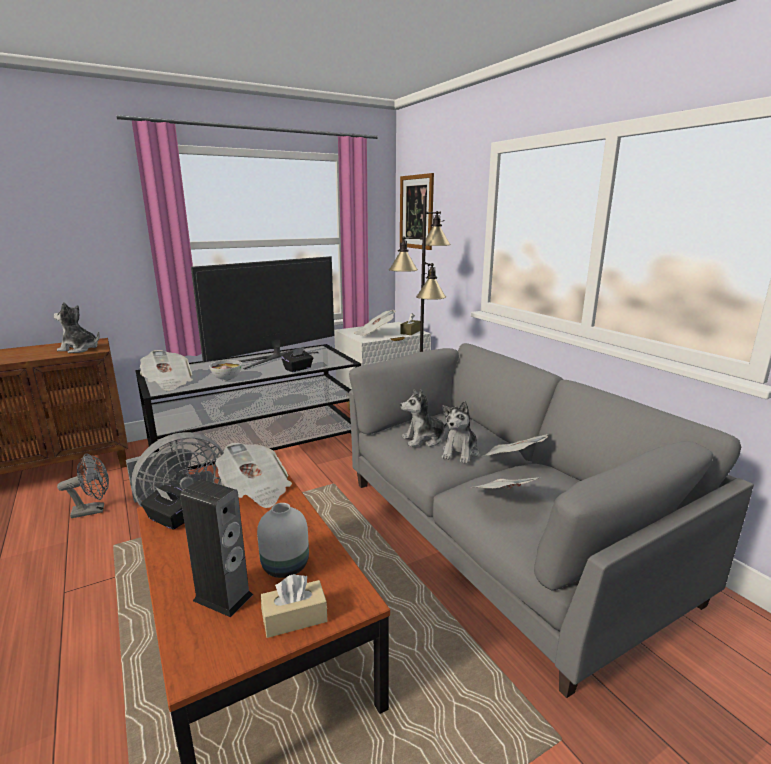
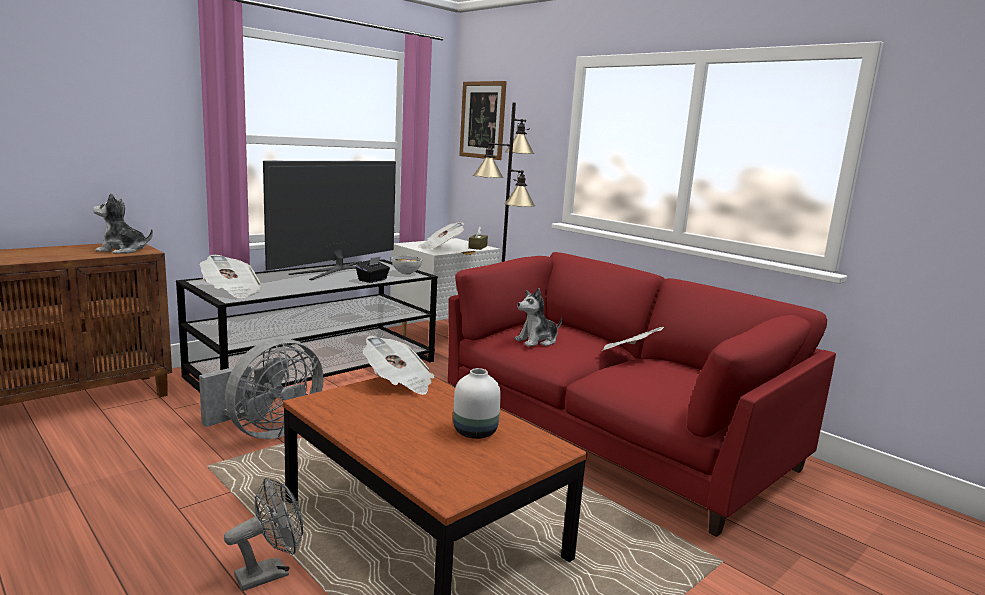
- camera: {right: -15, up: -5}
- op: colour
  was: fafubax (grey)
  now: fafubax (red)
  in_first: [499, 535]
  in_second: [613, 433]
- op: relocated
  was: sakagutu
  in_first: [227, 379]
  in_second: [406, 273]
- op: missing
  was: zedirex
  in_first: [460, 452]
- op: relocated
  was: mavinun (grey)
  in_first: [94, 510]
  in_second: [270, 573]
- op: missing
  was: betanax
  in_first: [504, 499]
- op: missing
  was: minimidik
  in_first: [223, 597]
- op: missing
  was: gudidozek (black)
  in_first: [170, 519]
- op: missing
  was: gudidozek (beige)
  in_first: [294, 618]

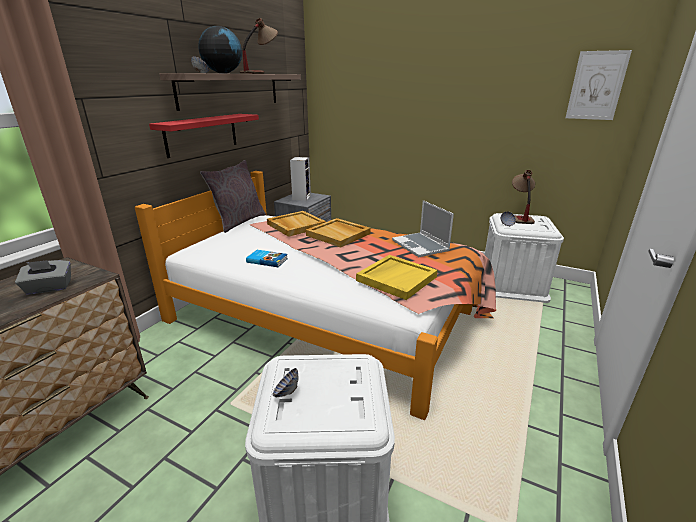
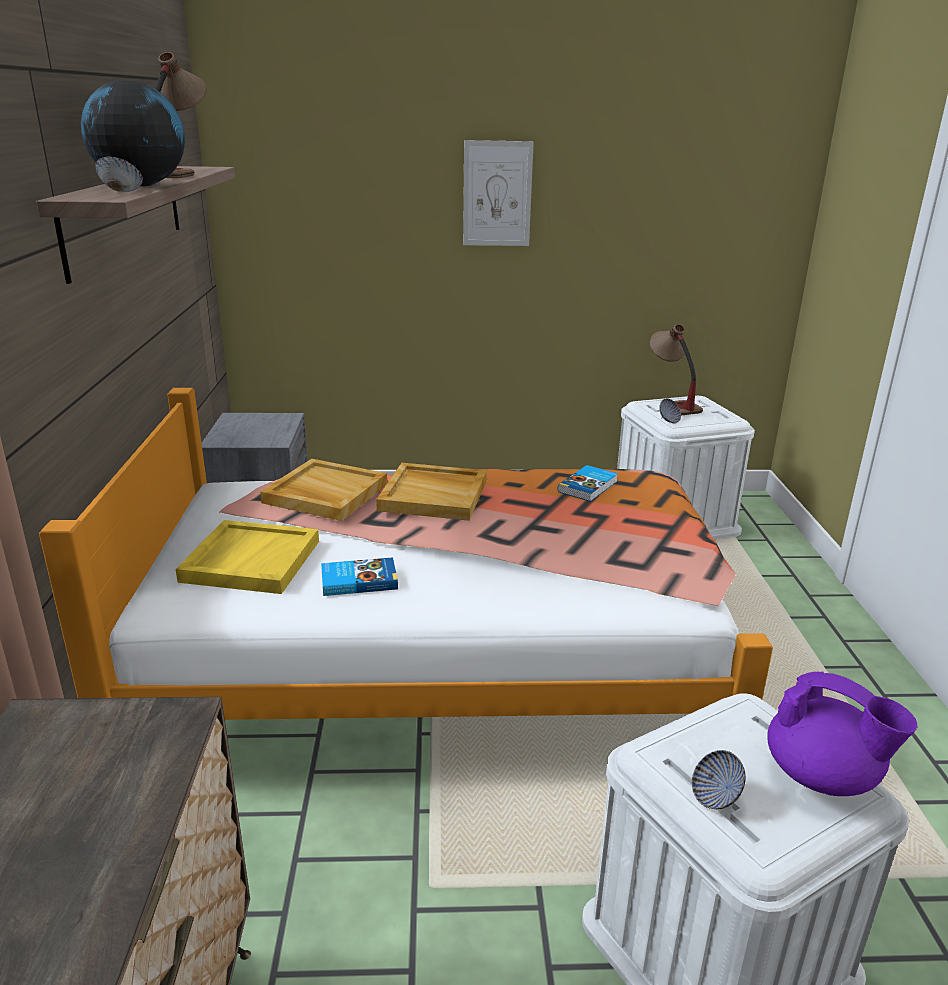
- camera: {right: -30, up: 0}
- op: relocated
  was: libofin
  in_first: [596, 86]
  in_second: [497, 194]
- op: missing
  was: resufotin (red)
  in_first: [202, 134]
- op: missing
  was: minimidik
  in_first: [301, 197]
- op: missing
  was: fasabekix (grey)
  in_first: [238, 221]
- op: exchanged
  was: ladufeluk
  now: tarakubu
  in_first: [421, 246]
  in_second: [589, 486]
- op: relocated
  was: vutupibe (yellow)
  in_first: [396, 278]
  in_second: [251, 560]
- op: missing
  was: gudidozek (grey)
  in_first: [49, 288]
- op: appeared
  now: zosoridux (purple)
  in_second: [822, 776]

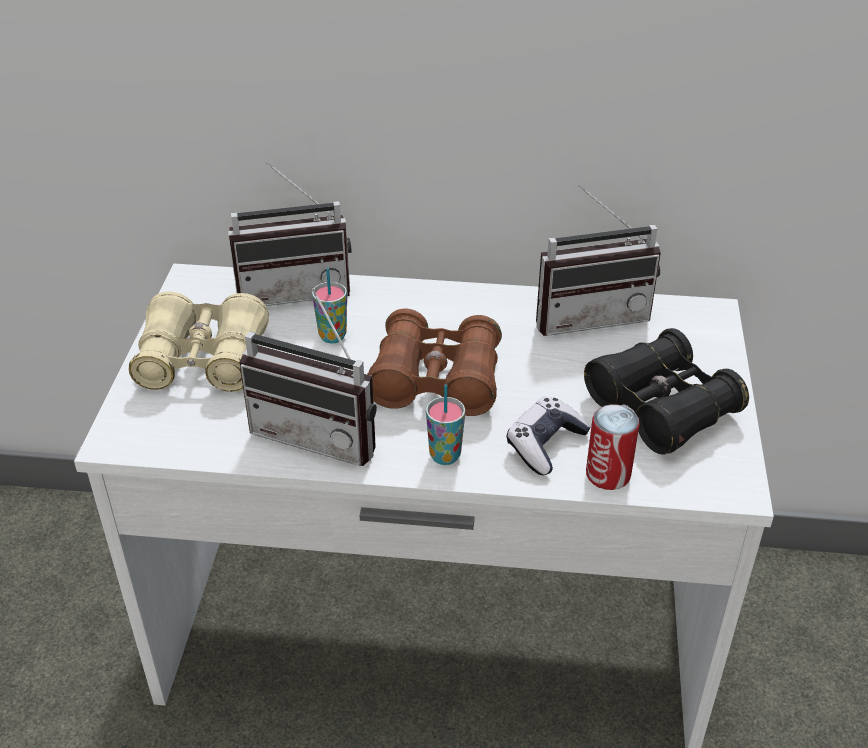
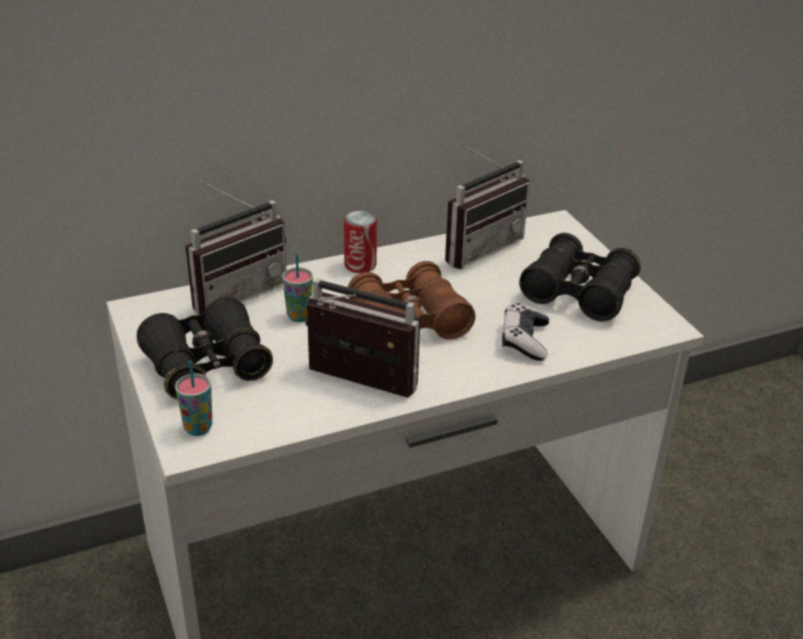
- camera: {right: -30, up: -5}
- op: spun
  was: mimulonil
  in_first: [321, 433]
  in_second: [355, 386]
  clockwise: -150
- op: colour
  was: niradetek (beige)
  now: niradetek (black)
  in_first: [203, 360]
  in_second: [207, 366]
- op: relocated
  was: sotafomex
  in_first: [445, 456]
  in_second: [198, 428]
- op: relocated
  was: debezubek
  in_first: [608, 474]
  in_second: [360, 265]

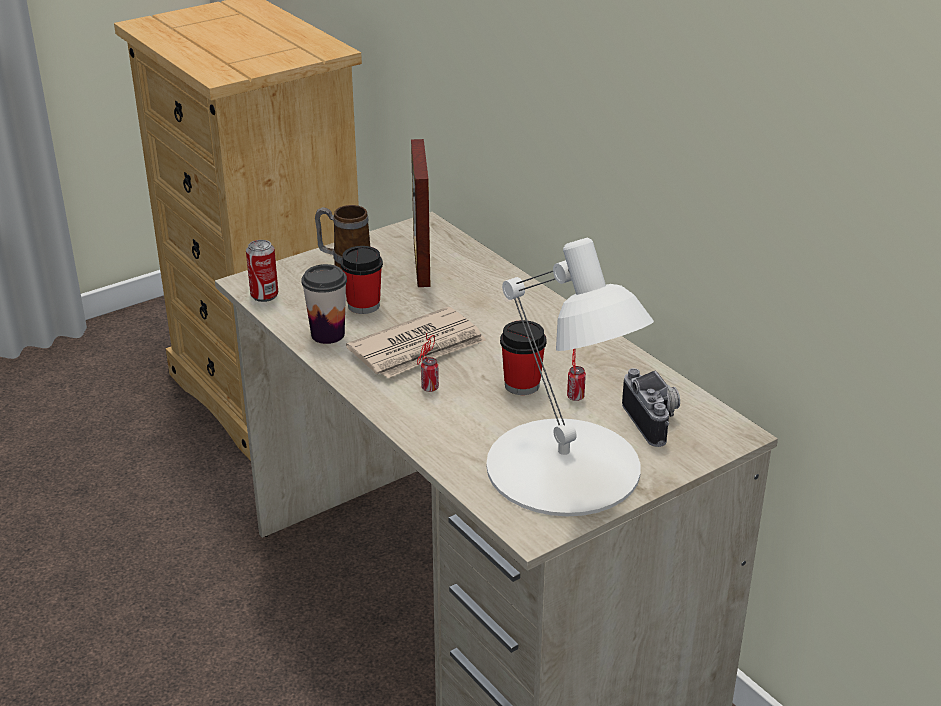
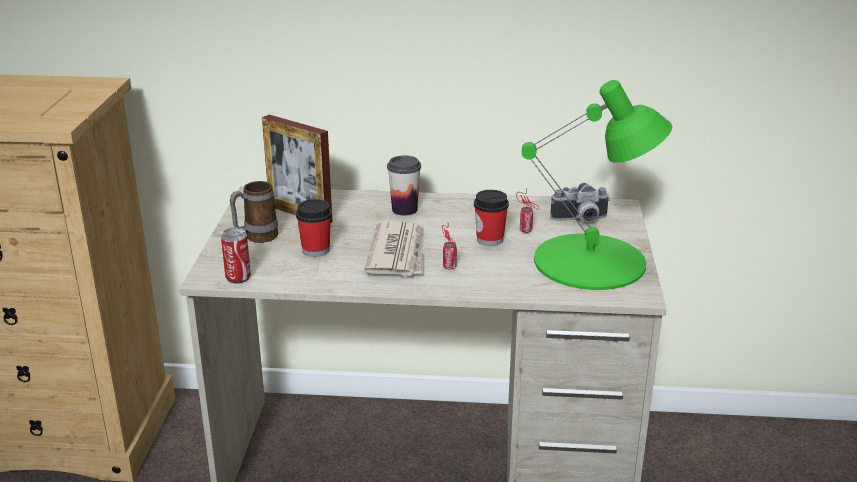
- camera: {right: -50, up: -5}
- op: colour
  was: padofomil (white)
  now: padofomil (green)
  in_first: [563, 468]
  in_second: [591, 262]
- op: relocated
  was: sotafomex
  in_first: [328, 334]
  in_second: [404, 210]
- op: spun
  was: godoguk
  in_first: [655, 421]
  in_second: [580, 220]
  clockwise: 150

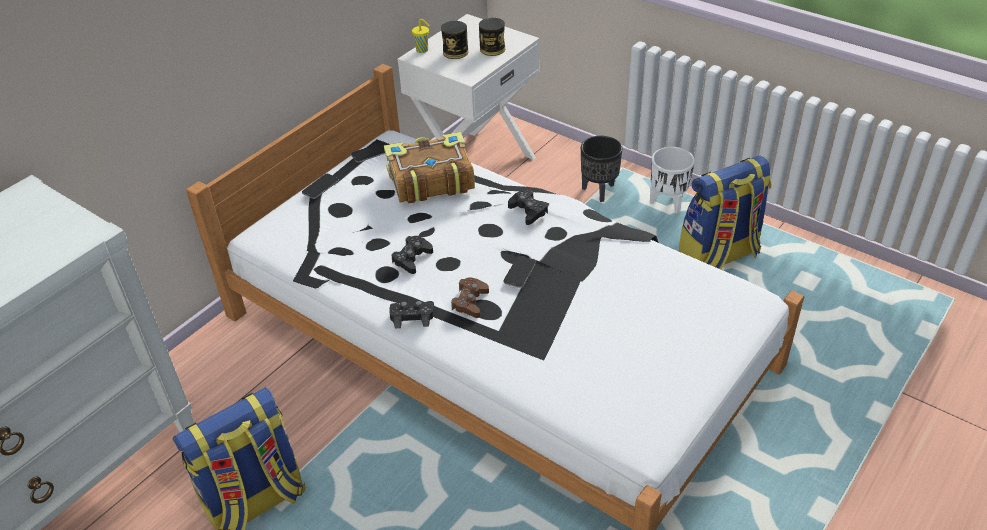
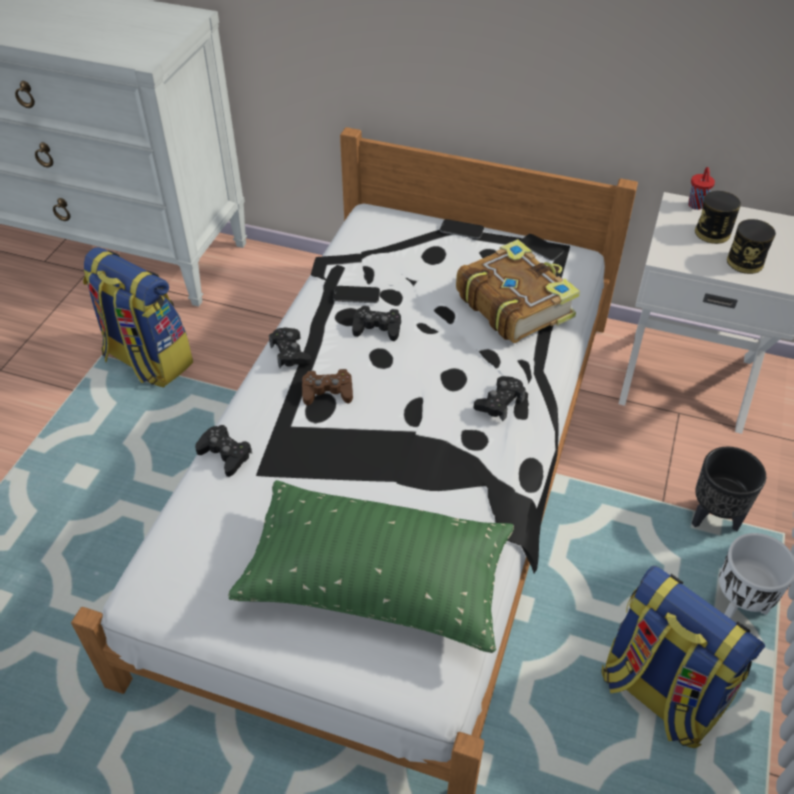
- camera: {right: 70, up: 5}
- op: colour
  was: sotafomex (yellow)
  now: sotafomex (red)
  in_first: [423, 50]
  in_second: [696, 206]
- op: relocated
  was: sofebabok
  in_first: [519, 272]
  in_second: [356, 295]
- op: appeared
  now: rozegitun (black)
  in_second: [225, 454]
- op: appeared
  now: fasabekix (green)
  in_second: [376, 581]

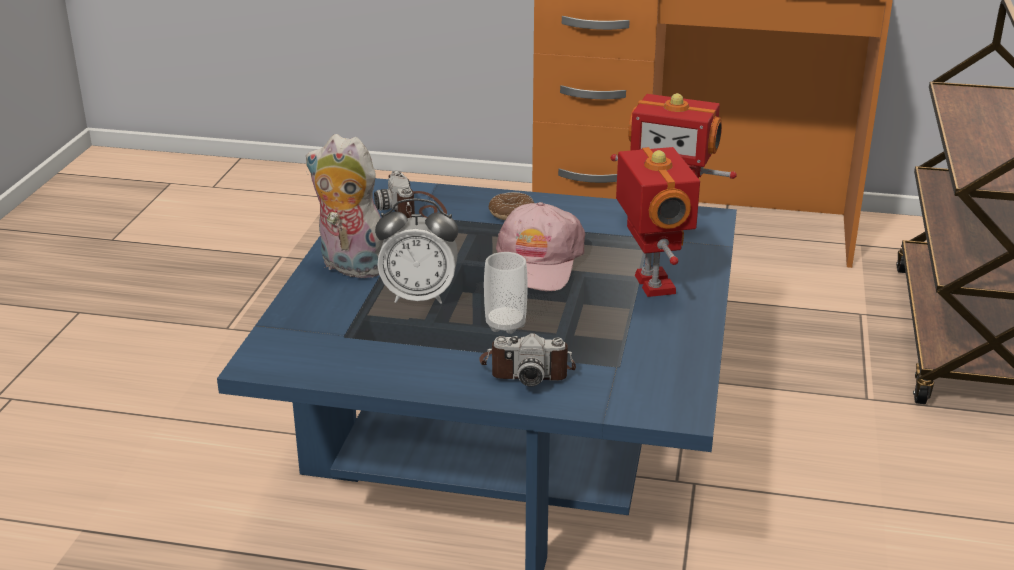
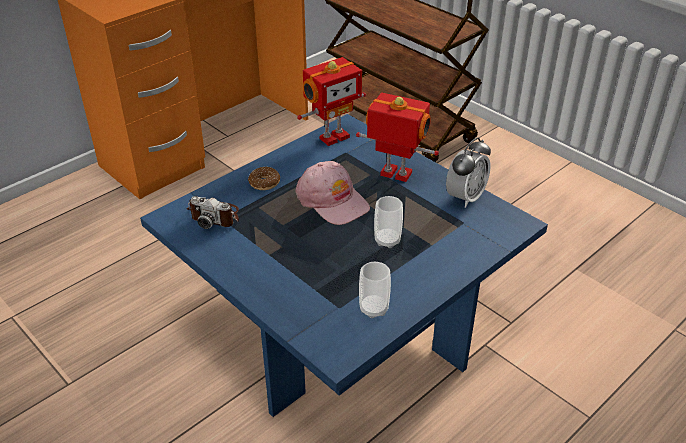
- camera: {right: -55, up: 10}
- op: missing
  was: zedirex
  in_first: [349, 267]
- op: relocated
  was: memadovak
  in_first: [419, 296]
  in_second: [465, 197]
- op: missing
  was: godoguk
  in_first: [527, 369]
- op: appeared
  now: sotafomex
  in_second: [373, 309]

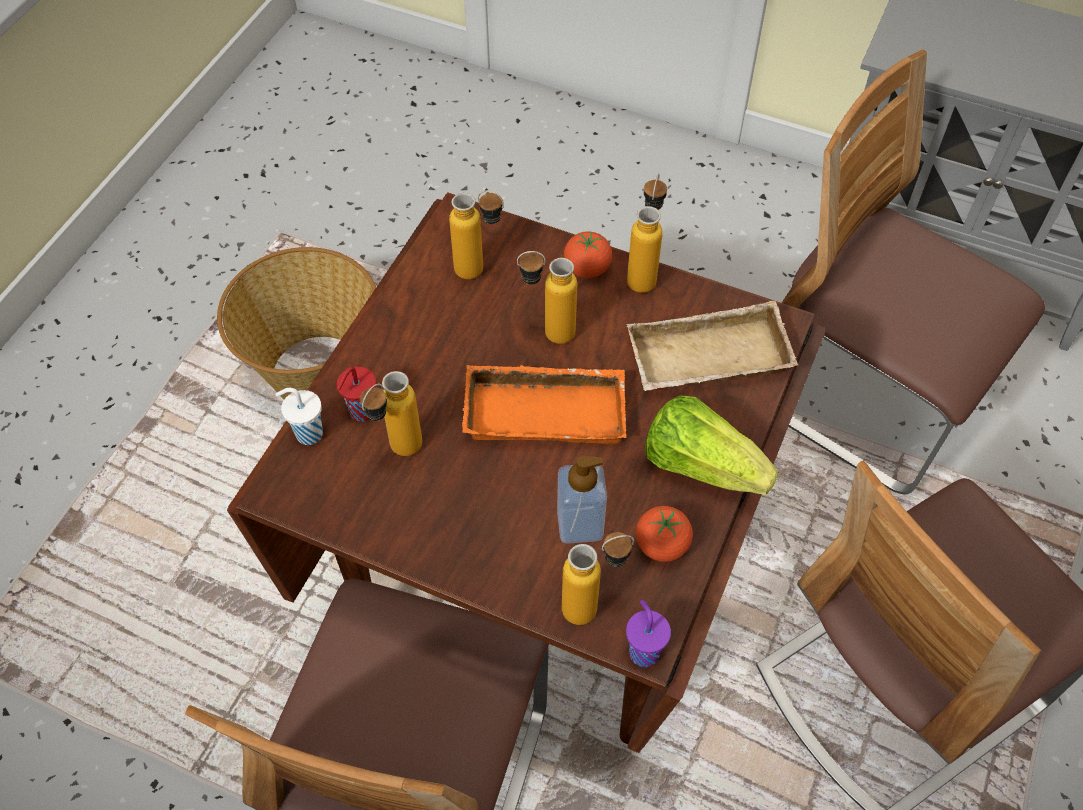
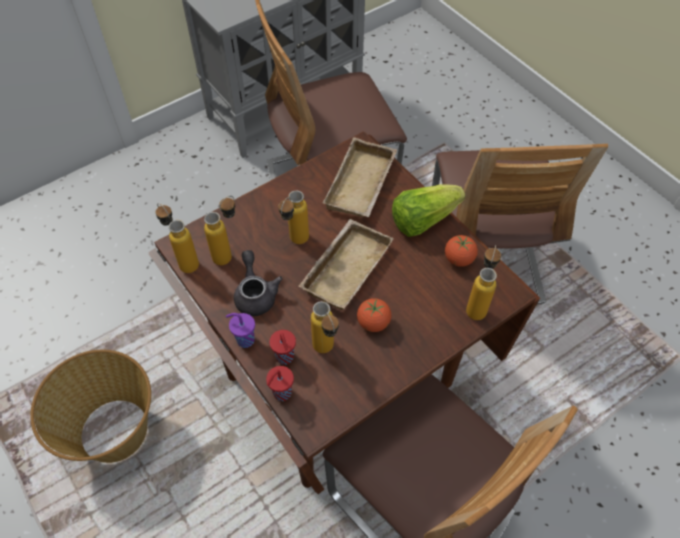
- camera: {right: -60, up: 0}
- op: relocated
  was: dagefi
  in_first: [644, 273]
  in_second: [184, 261]
- op: relocated
  was: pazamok
  in_first: [587, 269]
  in_second: [373, 323]
- op: colour
  was: vutupibe (orange)
  now: vutupibe (beige)
  in_first: [547, 409]
  in_second: [345, 267]
- op: colour
  was: sotafomex (white)
  now: sotafomex (red)
  in_first: [307, 434]
  in_second: [281, 394]
- op: missing
  was: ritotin
  in_first: [580, 524]
- op: relocated
  was: sotafomex (purple)
  in_first: [643, 651]
  in_second: [244, 340]
- op: appeared
  now: zosoridux (grey)
  in_second: [255, 294]

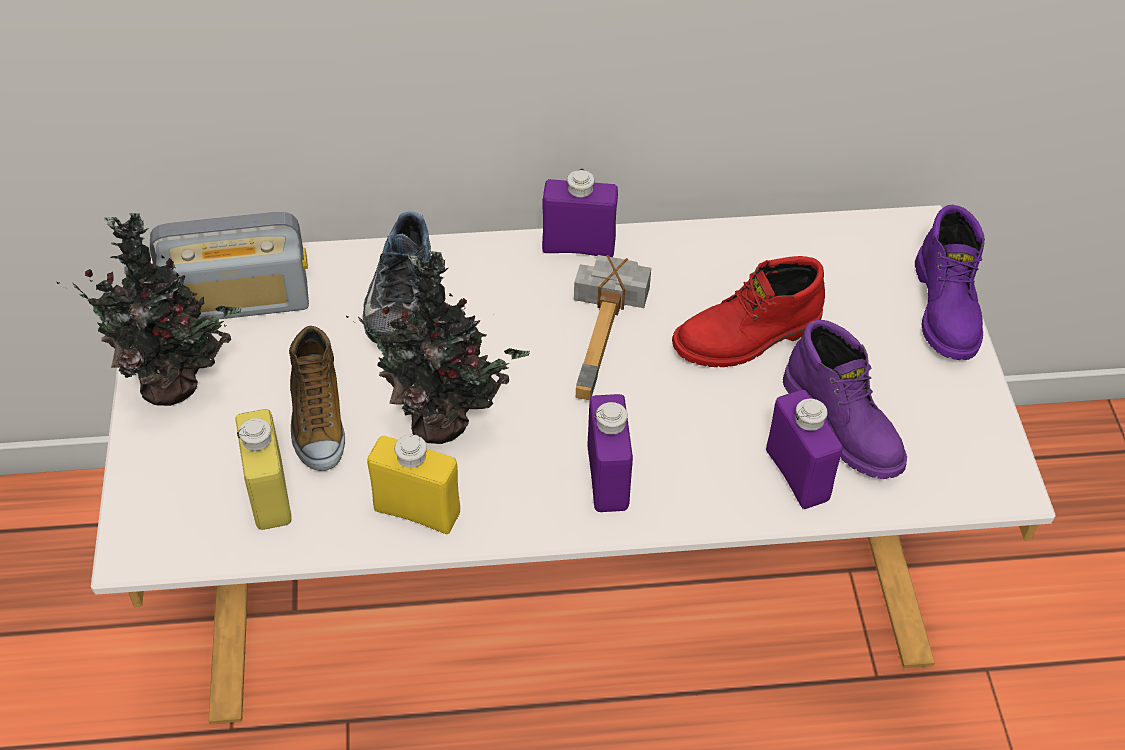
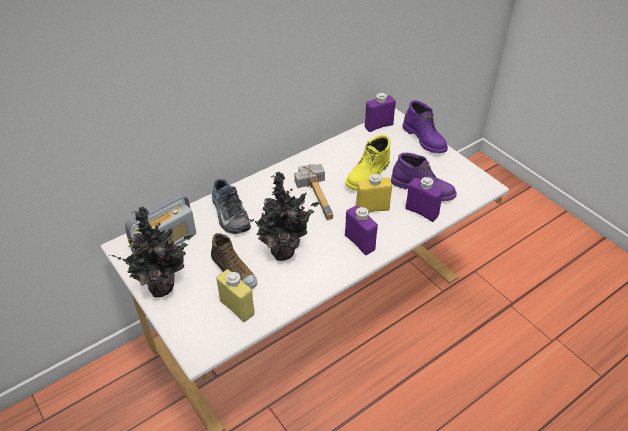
- camera: {right: -30, up: -5}
- op: relocated
  was: dagefi (purple)
  in_first: [578, 247]
  in_second: [378, 126]
- op: colour
  was: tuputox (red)
  now: tuputox (yellow)
  in_first: [747, 338]
  in_second: [368, 175]
- op: relocated
  was: dagefi (yellow)
  in_first: [417, 511]
  in_second: [372, 208]

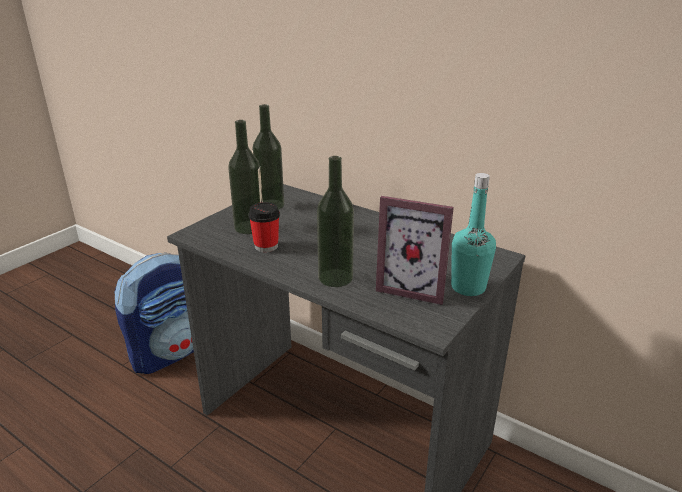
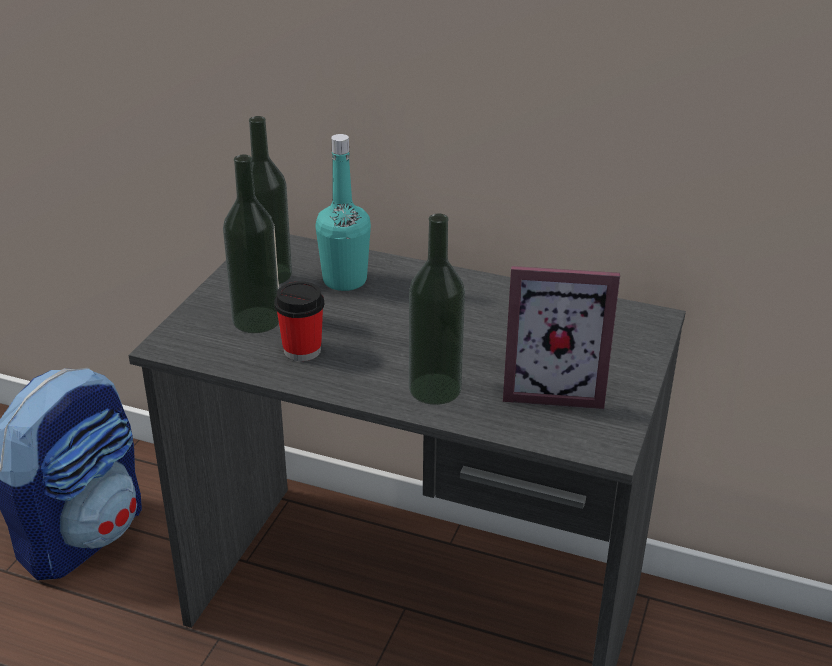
- camera: {right: -15, up: 5}
- op: relocated
  was: dagefi (turquoise)
  in_first: [468, 287]
  in_second: [345, 280]

